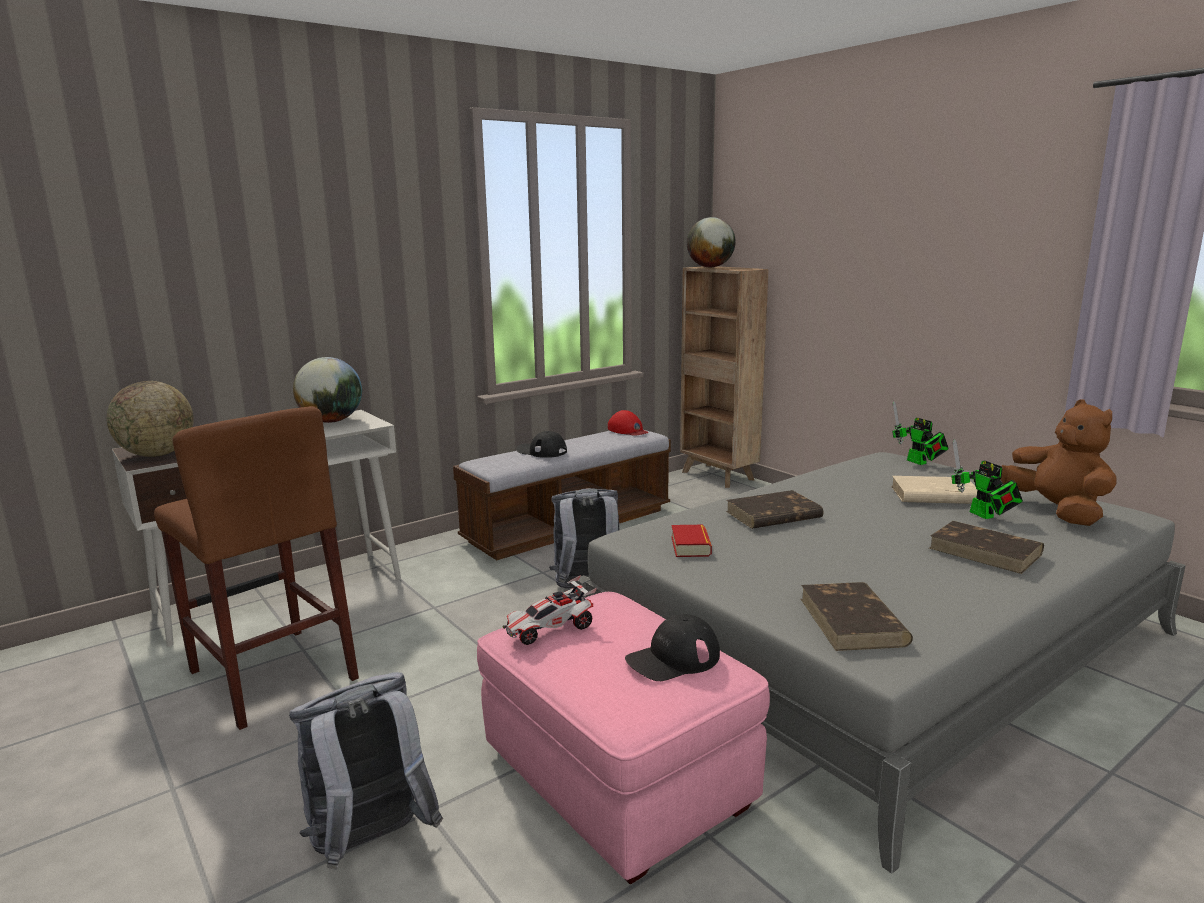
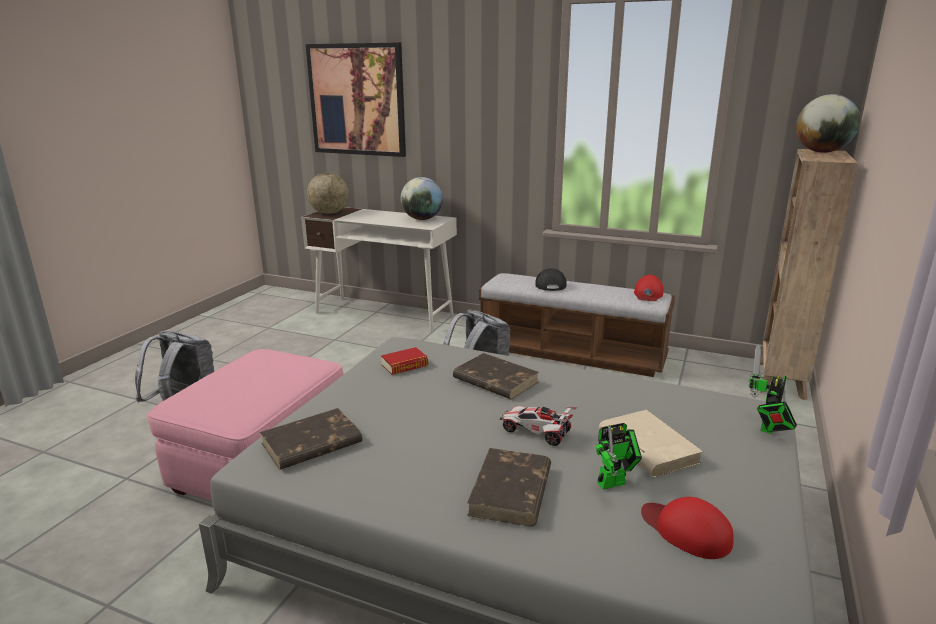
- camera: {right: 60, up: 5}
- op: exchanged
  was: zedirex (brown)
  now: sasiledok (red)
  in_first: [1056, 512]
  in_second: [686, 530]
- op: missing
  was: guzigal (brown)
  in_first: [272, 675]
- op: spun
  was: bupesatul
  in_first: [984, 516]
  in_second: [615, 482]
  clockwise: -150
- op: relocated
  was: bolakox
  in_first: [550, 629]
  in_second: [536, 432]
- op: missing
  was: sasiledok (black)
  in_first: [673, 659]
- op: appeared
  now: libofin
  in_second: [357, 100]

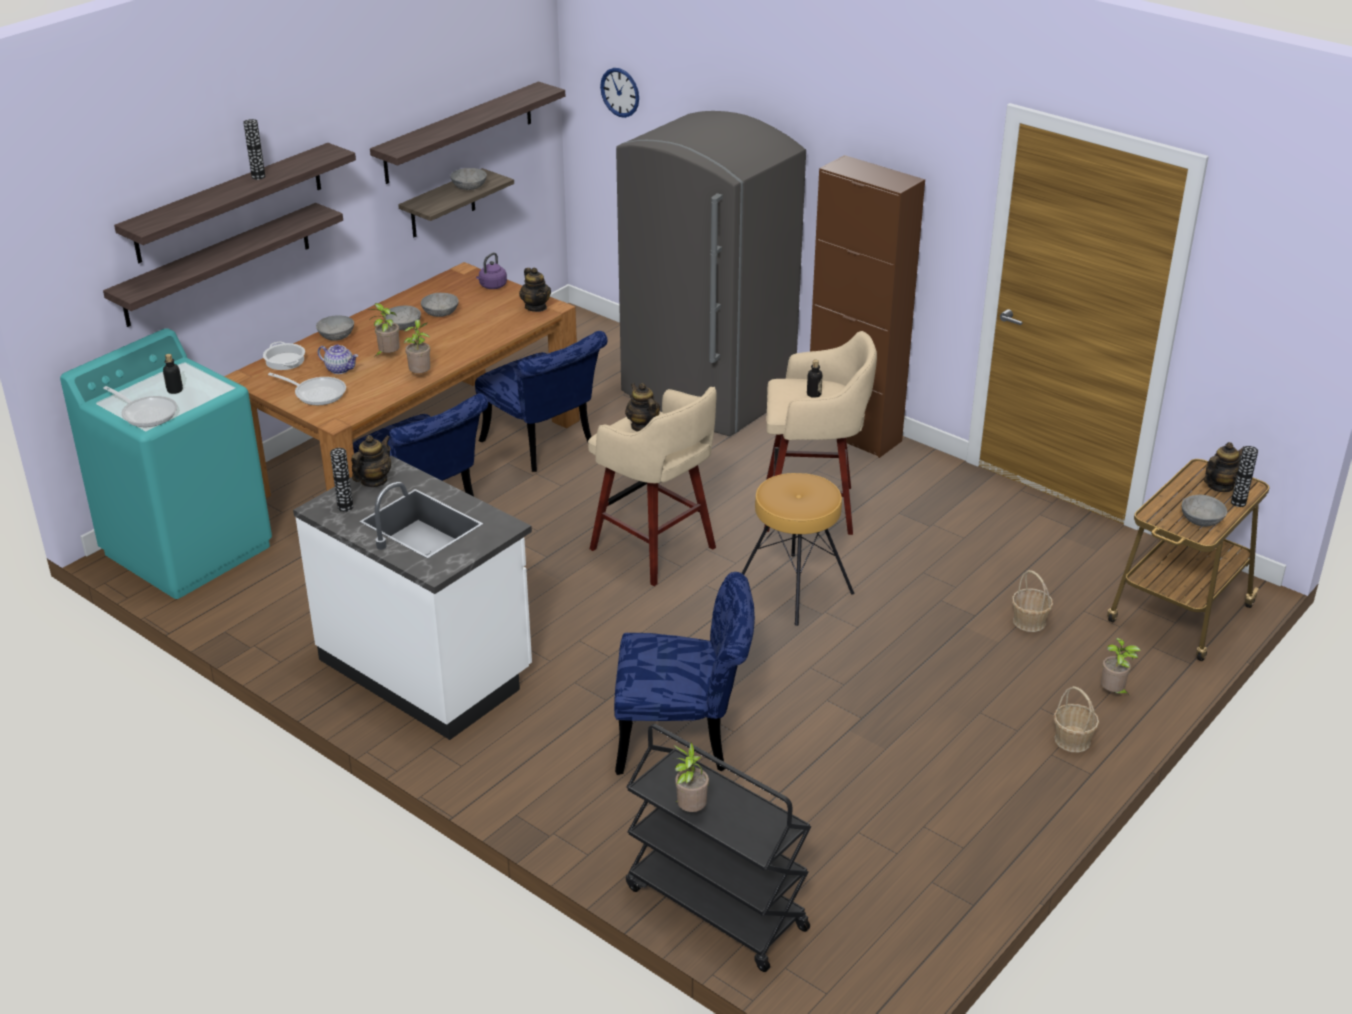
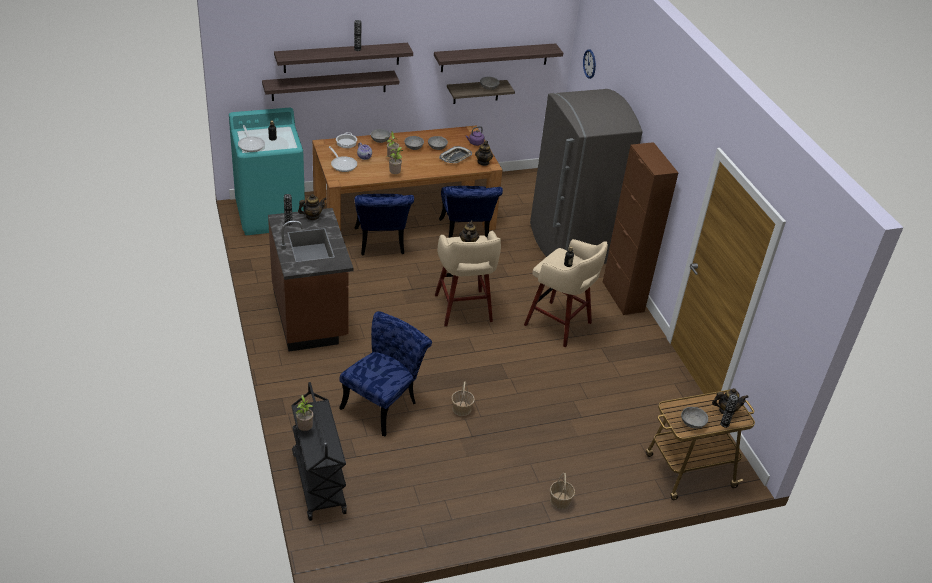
- camera: {right: 30, up: 5}
- op: colour
  was: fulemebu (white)
  now: fulemebu (brown)
  in_first: [427, 668]
  in_second: [311, 315]
- op: missing
  was: guzigal (brown)
  in_first: [794, 589]
- op: relocated
  was: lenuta
  in_first: [1029, 621]
  in_second: [461, 409]
- op: spun
  was: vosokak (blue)
  in_first: [685, 739]
  in_second: [384, 403]
  clockwise: -90
- op: missing
  was: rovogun
  in_first: [1113, 693]
- op: appeared
  now: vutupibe
  in_second: [455, 157]

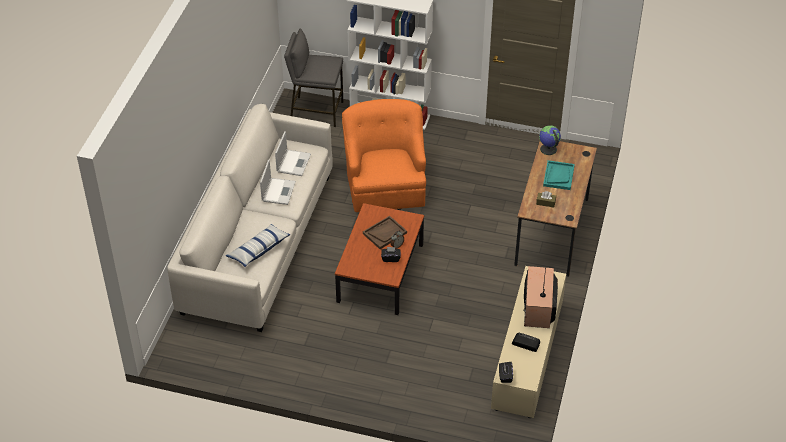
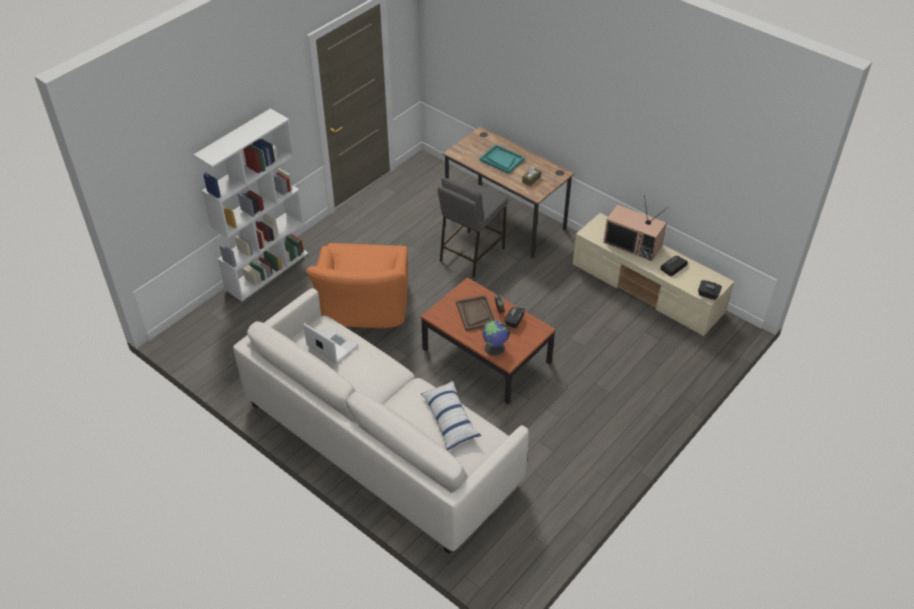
- camera: {right: -65, up: 0}
- op: relocated
  was: guzigal (grey)
  in_first: [316, 111]
  in_second: [471, 254]
- op: spun
  was: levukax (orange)
  in_first: [385, 184]
  in_second: [364, 308]
  clockwise: -105
- op: relocated
  was: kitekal
  in_first: [548, 149]
  in_second: [494, 348]
- op: missing
  was: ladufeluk
  in_first: [278, 191]

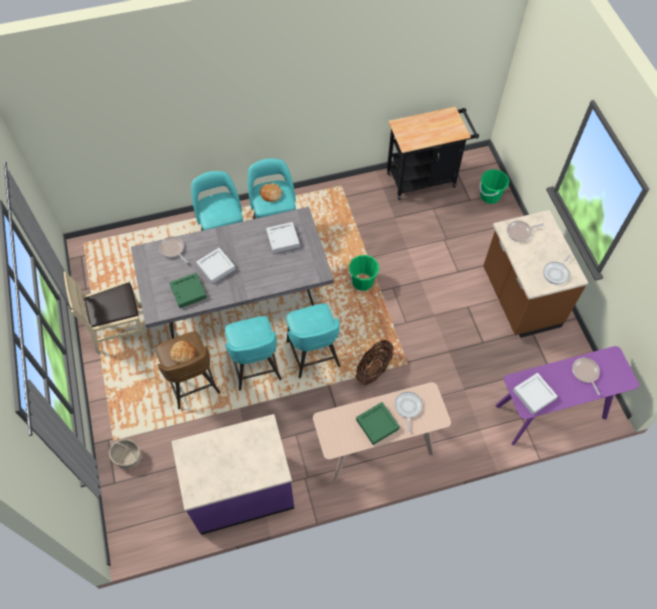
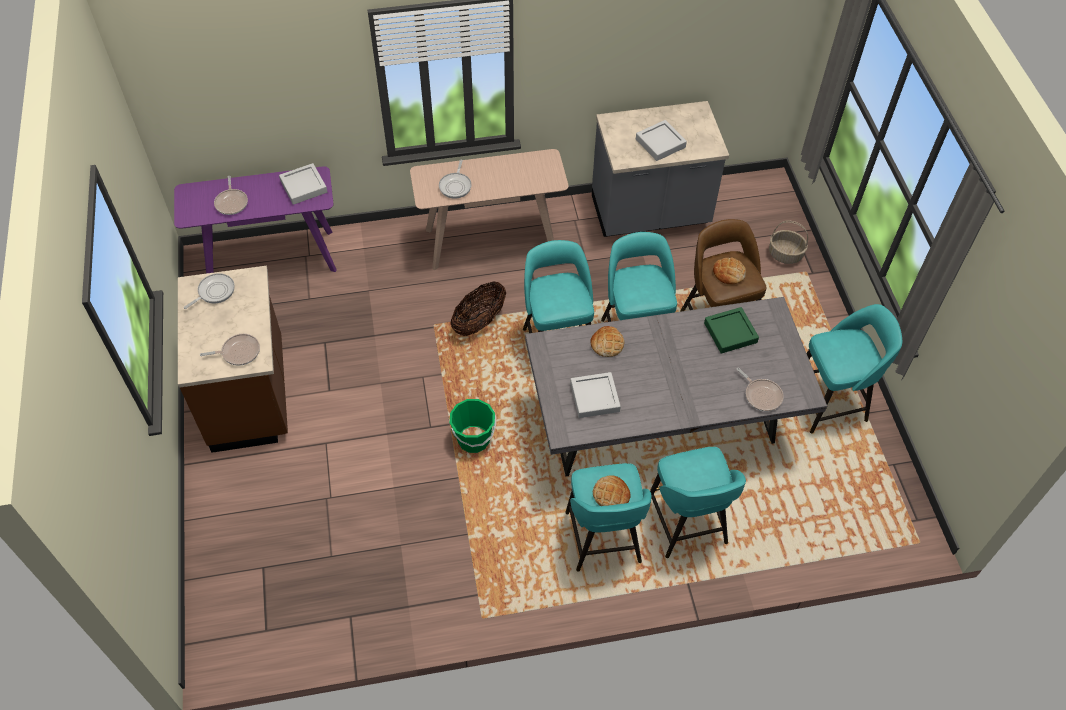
- camera: {right: -175, up: -5}
- op: missing
  was: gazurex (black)
  in_first: [425, 178]
- op: missing
  was: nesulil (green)
  in_first: [490, 196]
- op: relocated
  was: vutupibe (grey)
  in_first: [216, 267]
  in_second: [660, 143]
- op: exchanged
  was: vosokak (beige)
  now: guzigal (turquoise)
  in_first: [118, 328]
  in_second: [830, 402]
- op: missing
  was: vutupibe (green)
  in_first: [377, 424]
- op: colour
  was: fulemebu (purple)
  now: fulemebu (grey)
  in_first: [241, 491]
  in_second: [650, 214]
- op: appeared
  now: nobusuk
  in_second: [607, 344]

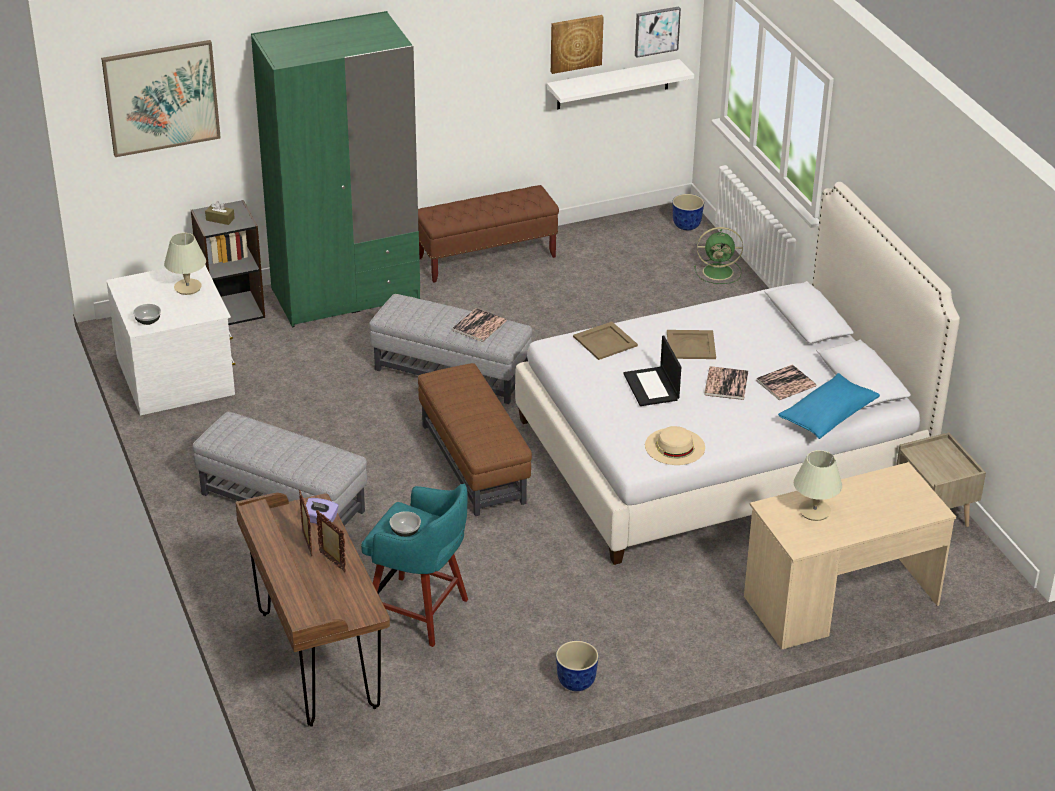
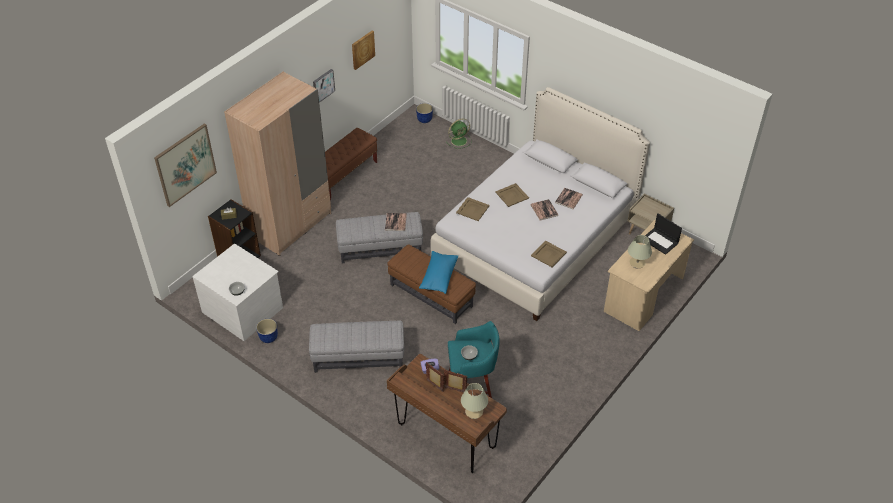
- camera: {right: -30, up: 10}
- op: relocated
  was: libofin
  in_first: [656, 31]
  in_second: [323, 85]
- op: colour
  was: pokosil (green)
  now: pokosil (beige)
  in_first: [346, 294]
  in_second: [291, 225]
- op: missing
  was: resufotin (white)
  in_first: [613, 84]
- op: relocated
  was: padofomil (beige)
  in_first: [188, 287]
  in_second: [474, 411]
- op: relocated
  was: ladufeluk
  in_first: [652, 387]
  in_second: [660, 241]
- op: relocated
  was: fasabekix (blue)
  in_first: [827, 417]
  in_second: [439, 277]
- op: exchanged
  was: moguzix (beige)
  now: vutupibe (beige)
  in_first: [674, 446]
  in_second: [549, 254]
- op: relocated
  was: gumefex
  in_first: [577, 682]
  in_second: [269, 338]

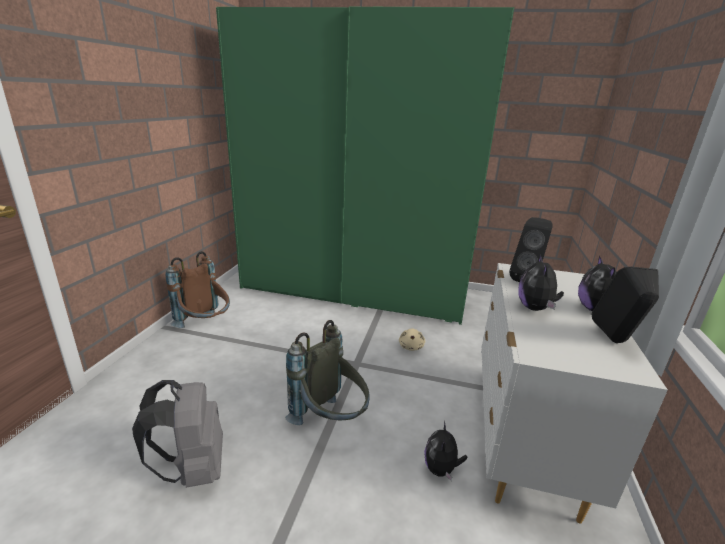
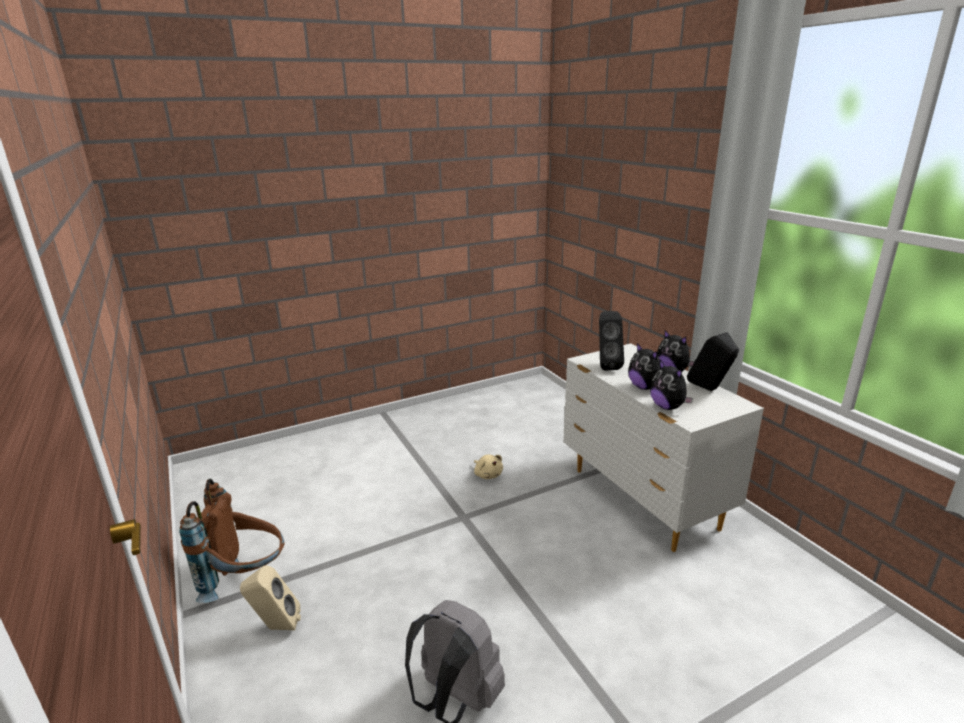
- camera: {right: -40, up: 0}
- op: missing
  was: pokosil (green)
  in_first: [354, 290]
- op: missing
  was: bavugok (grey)
  in_first: [331, 421]
- op: relocated
  was: zedirex
  in_first: [441, 469]
  in_second: [668, 407]
- op: appeared
  now: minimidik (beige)
  in_second: [276, 627]

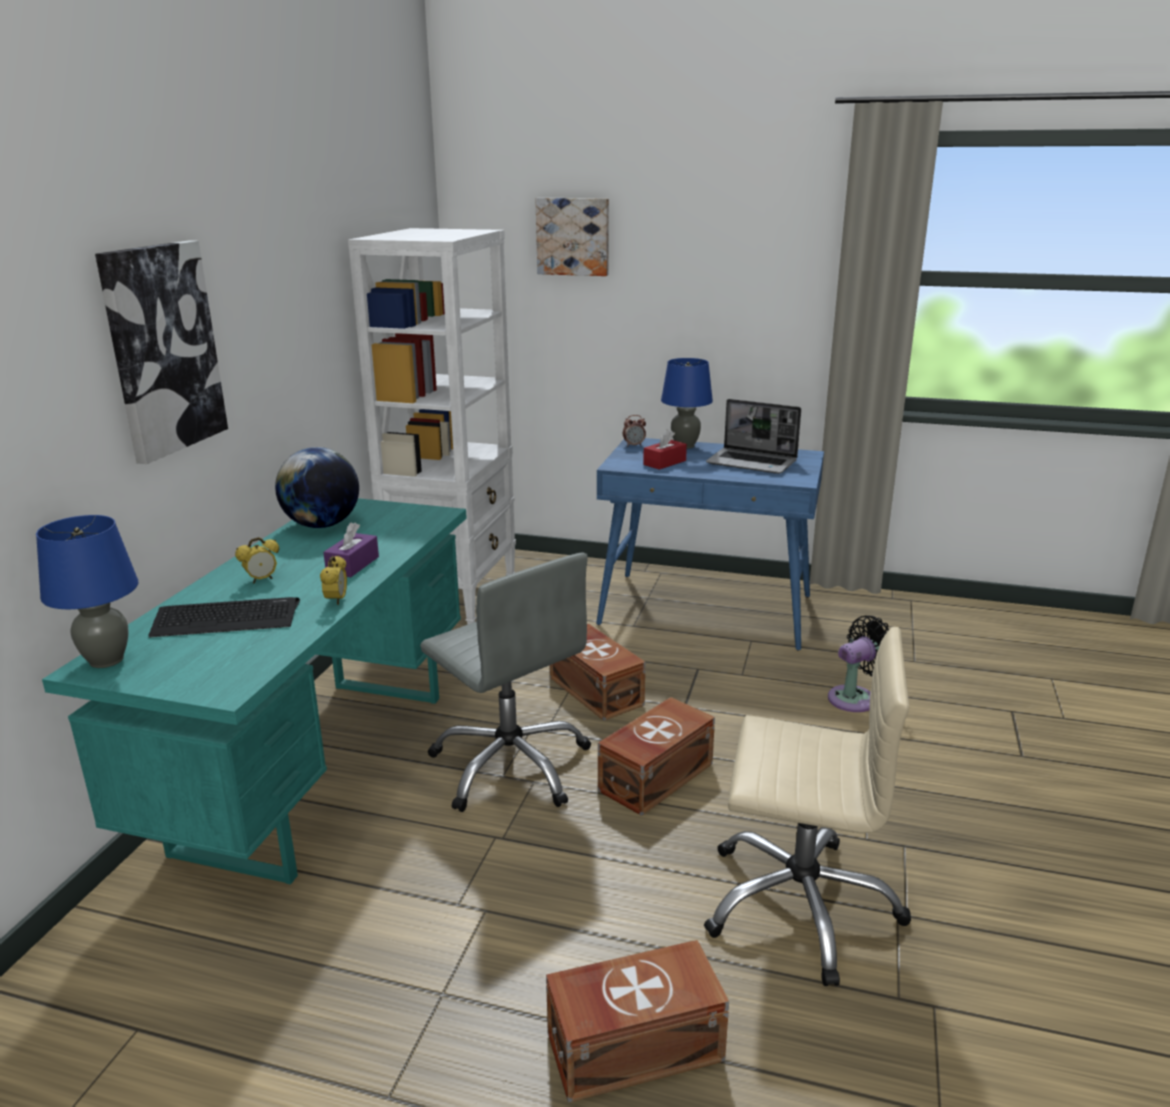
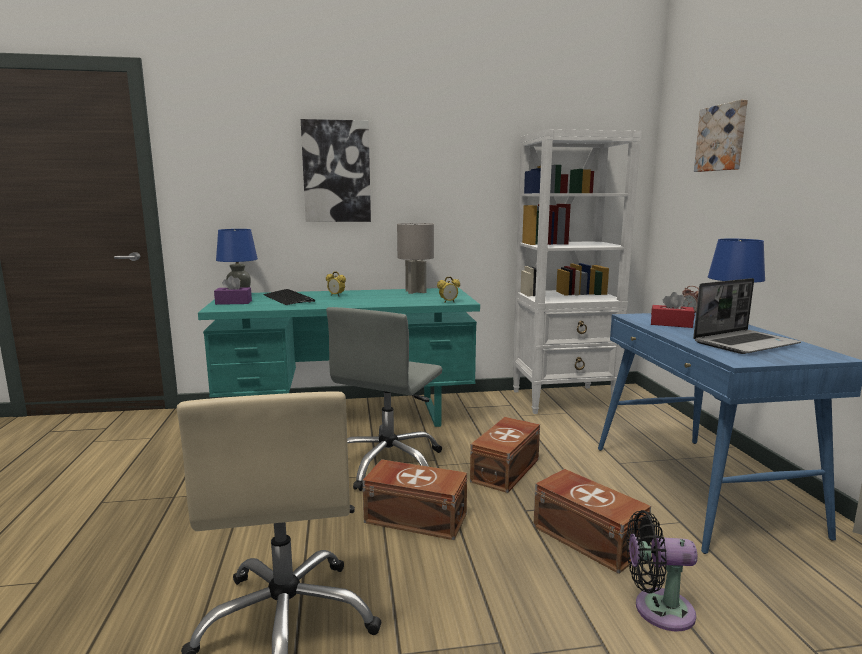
- camera: {right: 65, up: -10}
- op: spun
  was: ladufeluk
  in_first: [753, 463]
  in_second: [745, 343]
  clockwise: -120
- op: exchanged
  was: kitekal
  now: padofomil (grey)
  in_first: [322, 525]
  in_second: [415, 292]
- op: relocated
  was: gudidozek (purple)
  in_first: [353, 565]
  in_second: [233, 302]
- op: relocated
  was: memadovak
  in_first: [336, 600]
  in_second: [448, 302]
- op: spun
  was: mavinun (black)
  in_first: [856, 698]
  in_second: [657, 609]
  clockwise: 150
- op: relocated
  was: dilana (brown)
  in_first: [631, 1045]
  in_second: [587, 537]

